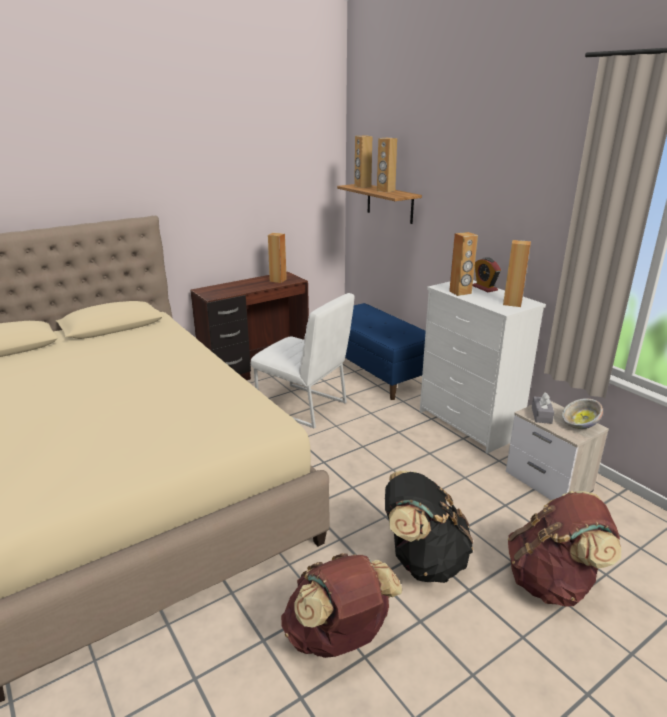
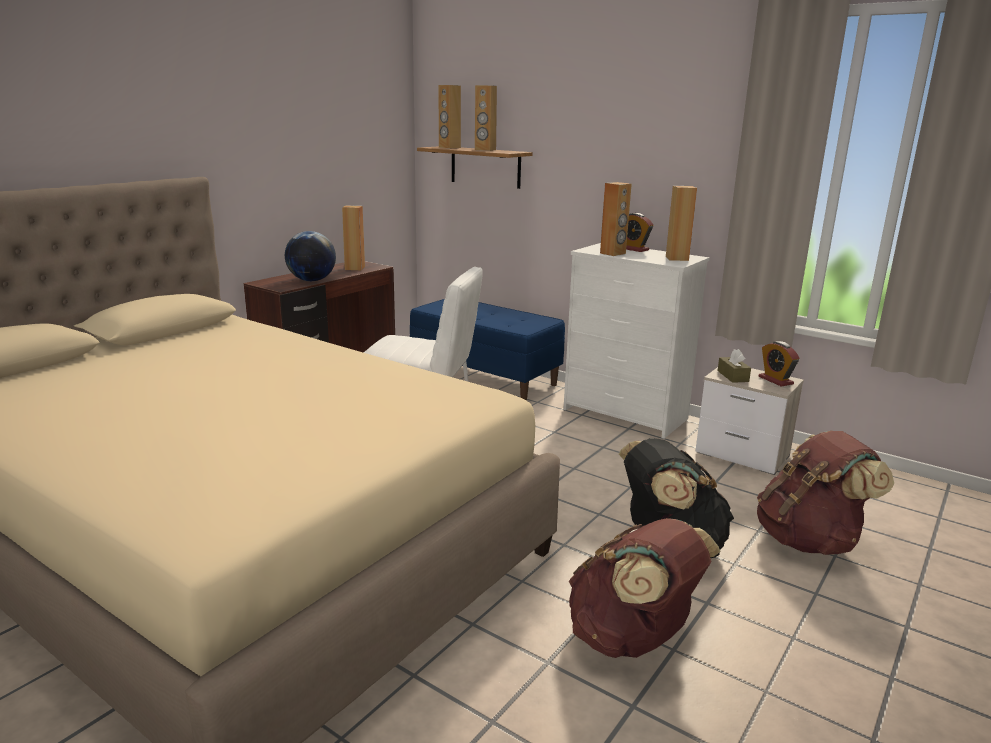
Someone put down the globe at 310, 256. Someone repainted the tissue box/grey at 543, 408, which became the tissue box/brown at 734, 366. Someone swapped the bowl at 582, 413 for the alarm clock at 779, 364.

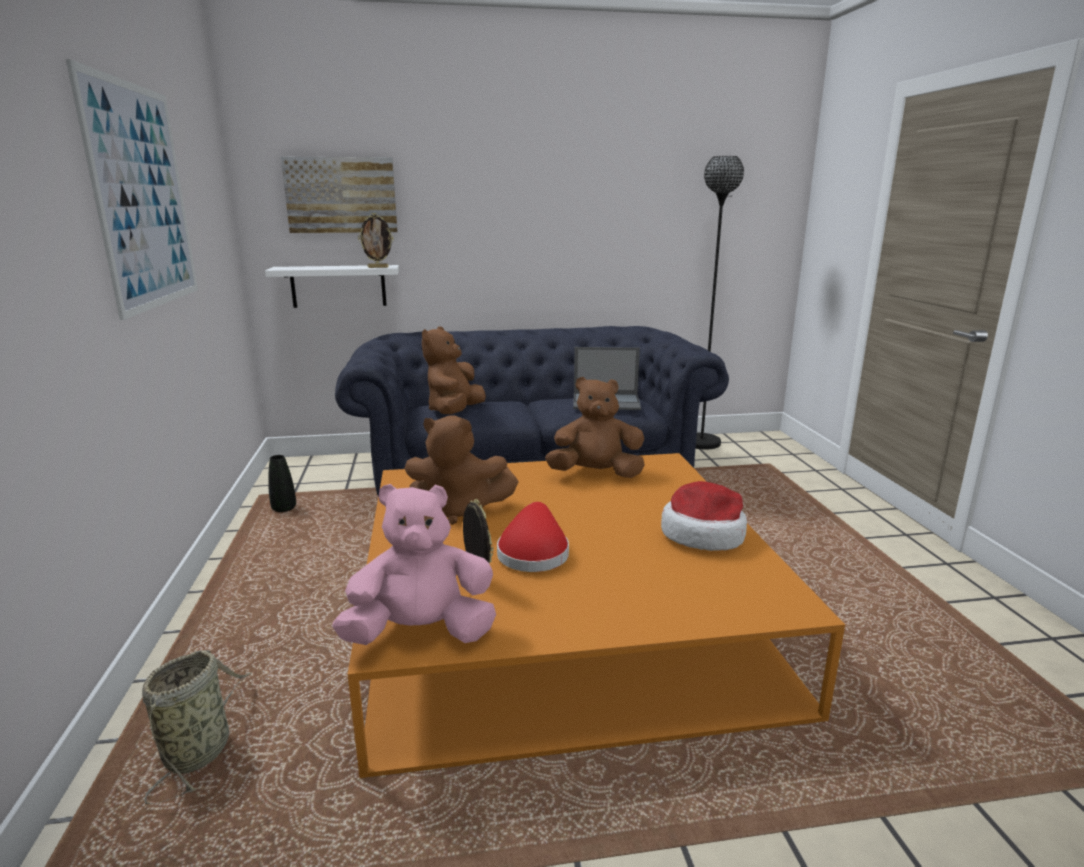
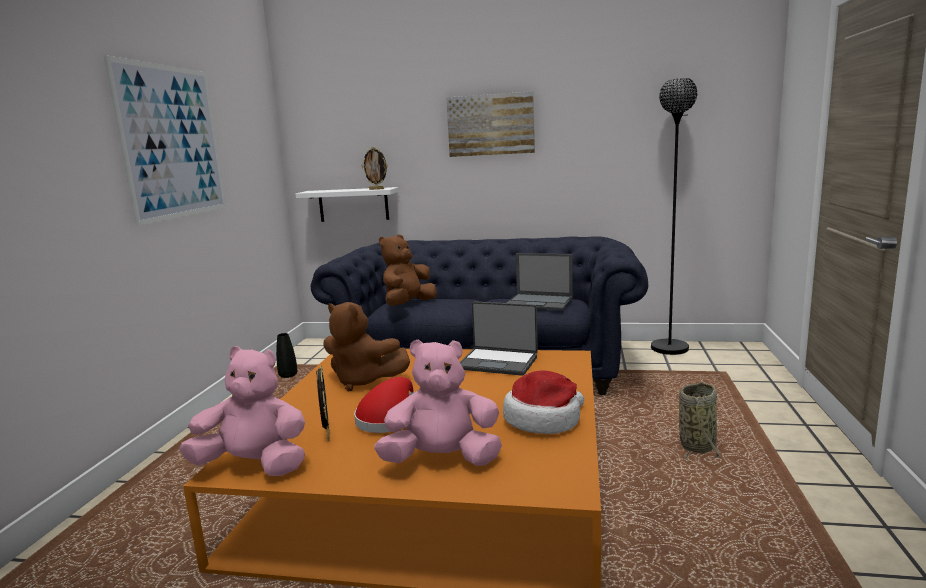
Someone put down the plush toy/pink at 438, 402. Someone carried the picture from 339, 195 to 490, 124. Someone swapped the plush toy/brown at 595, 427 for the laptop at 499, 339. Someone carried the basket from 197, 727 to 700, 422.

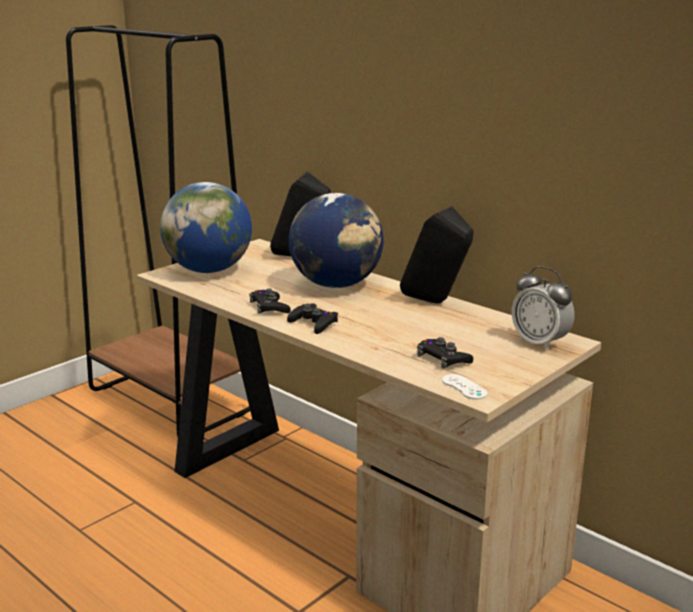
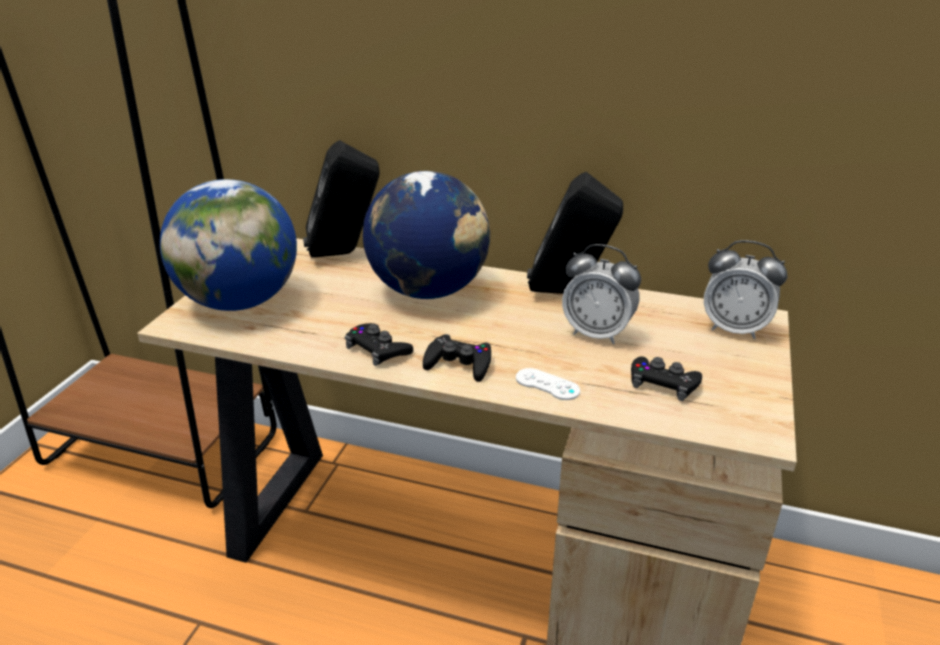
Someone carried the game controller/white from 465, 387 to 548, 384. Someone put down the alarm clock at 601, 294.

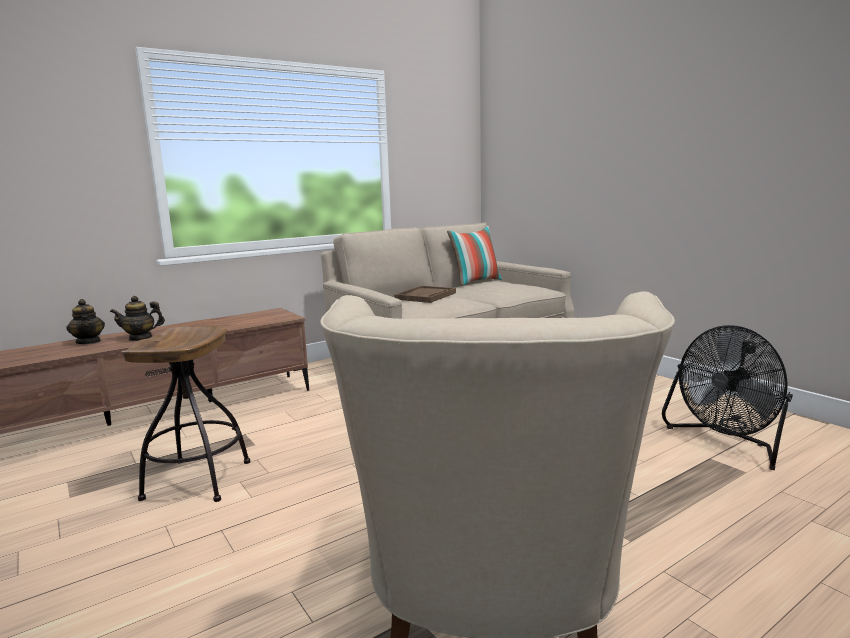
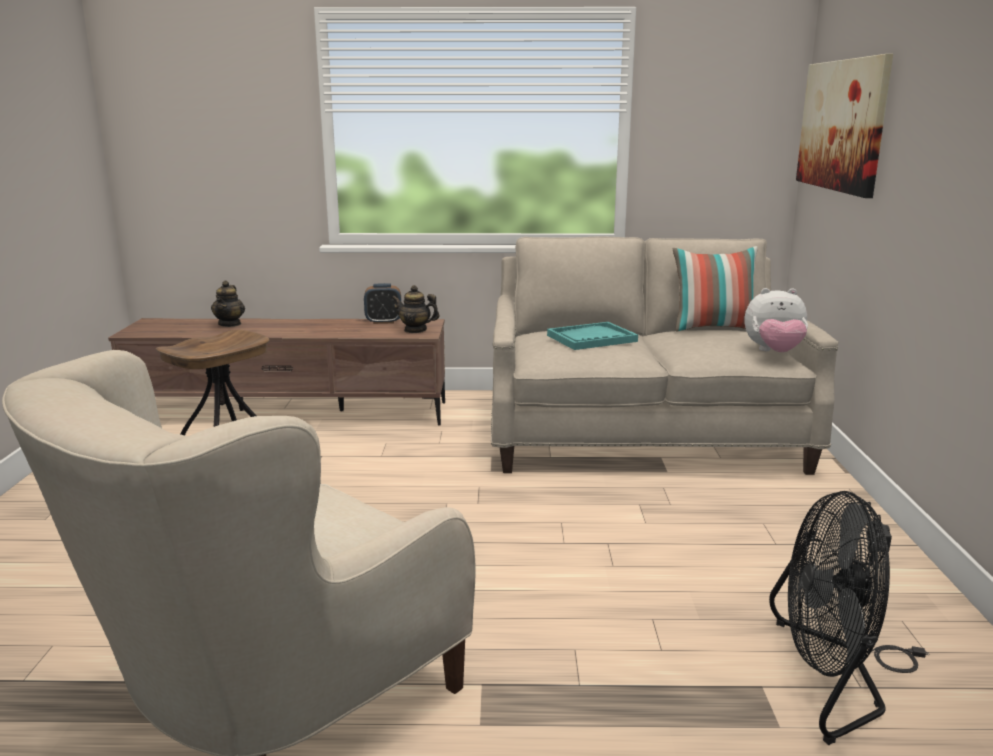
Someone put down the alarm clock at 382, 303. Someone carried the teapot from 137, 318 to 416, 309. Someone repainted the tray/brown at 425, 294, which became the tray/turquoise at 592, 336. Someone put down the plush toy at 776, 320. Someone put up the picture at 844, 126.

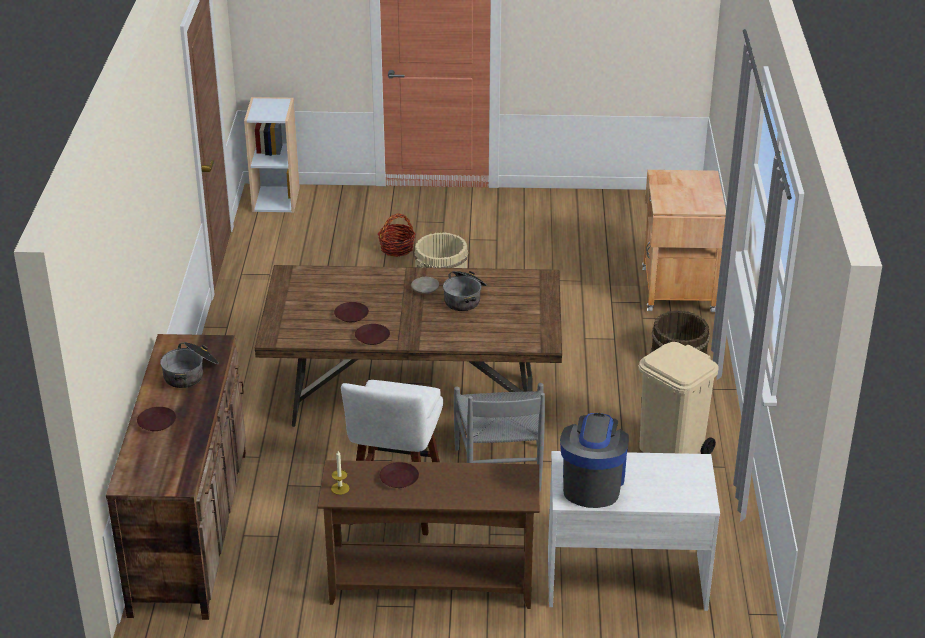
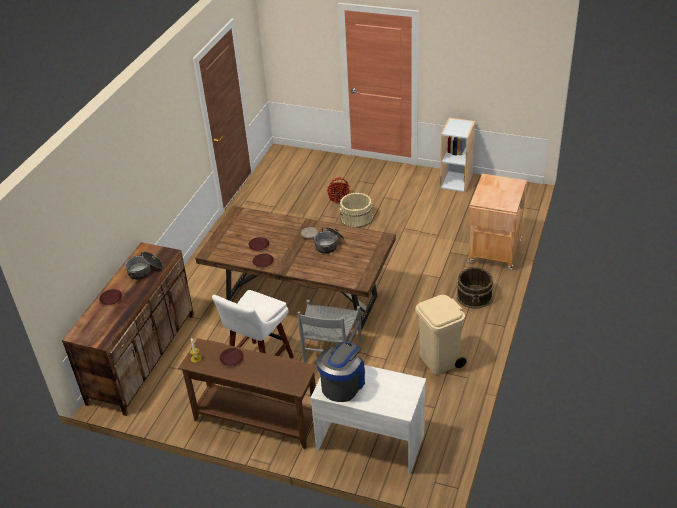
Someone carried the bookcase from 272, 154 to 457, 155.

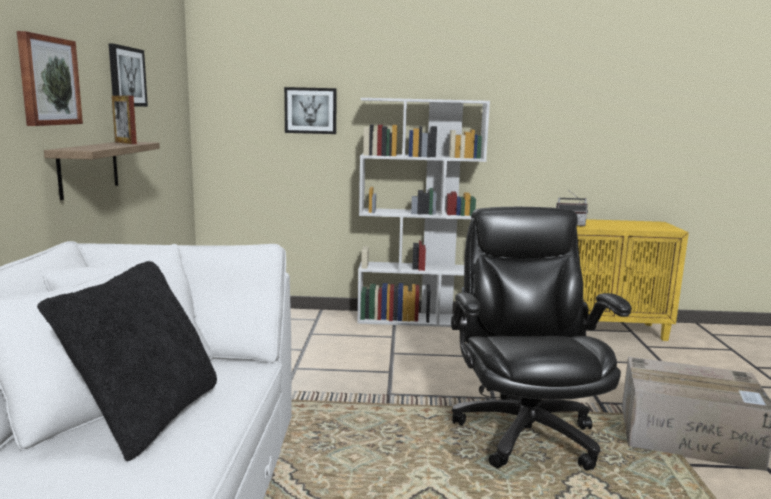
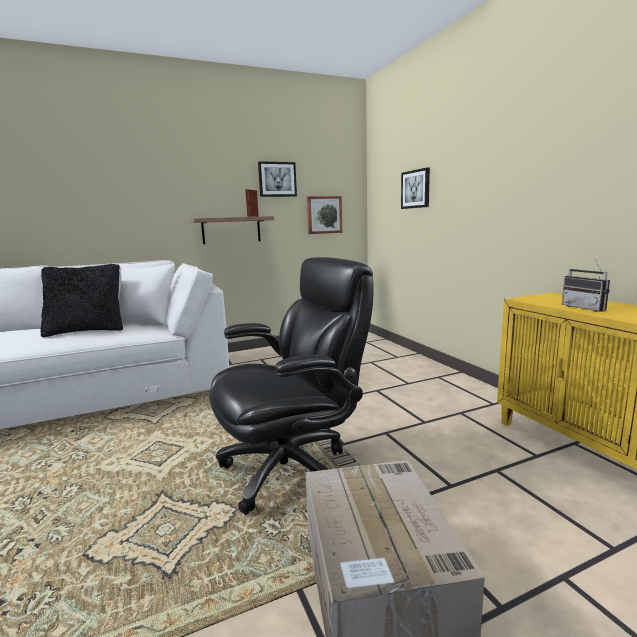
Someone carried the picture from 50, 78 to 324, 215. Someone took away the bookcase/white at 423, 212.

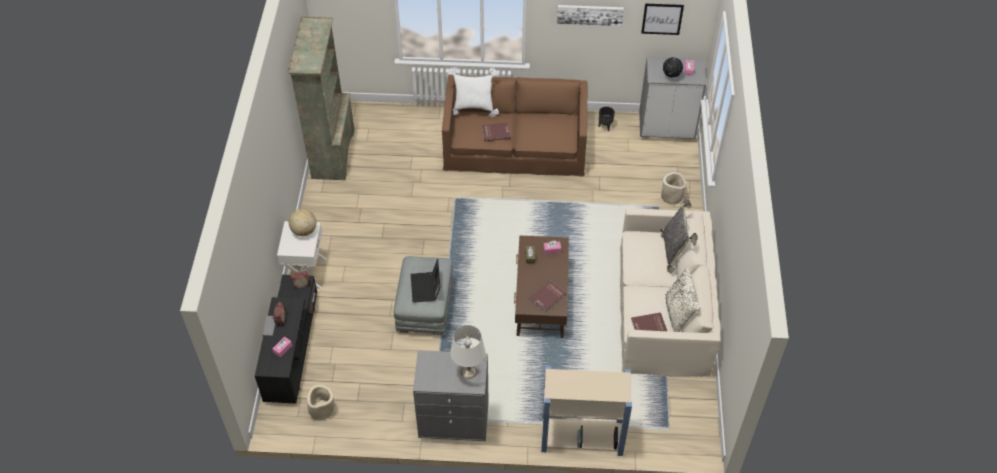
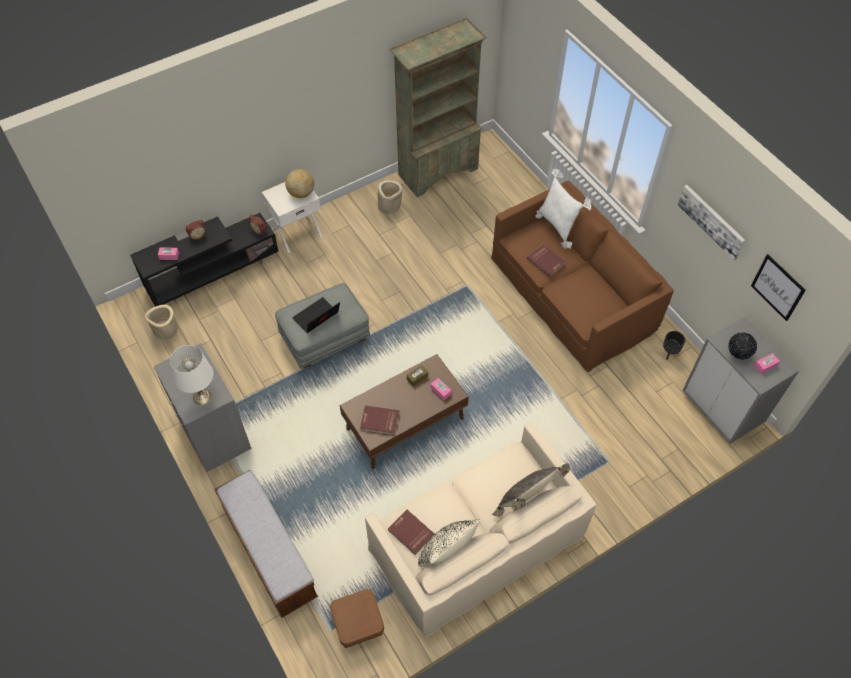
Someone swapped the bookcase/beige at 586, 411 for the bench at 266, 544. Someone put down the ottoman/brown at 357, 618. Someone carried the planter/beige from 674, 188 to 390, 197.

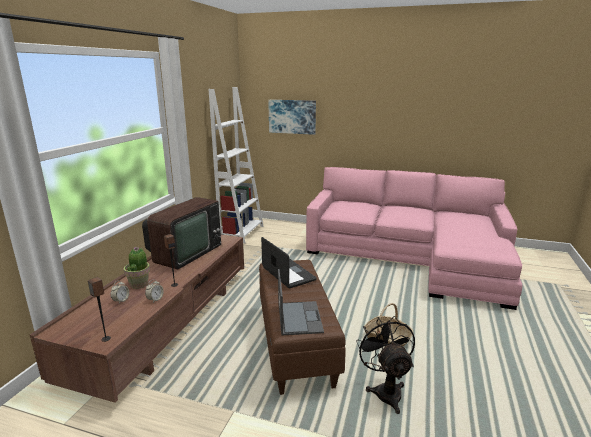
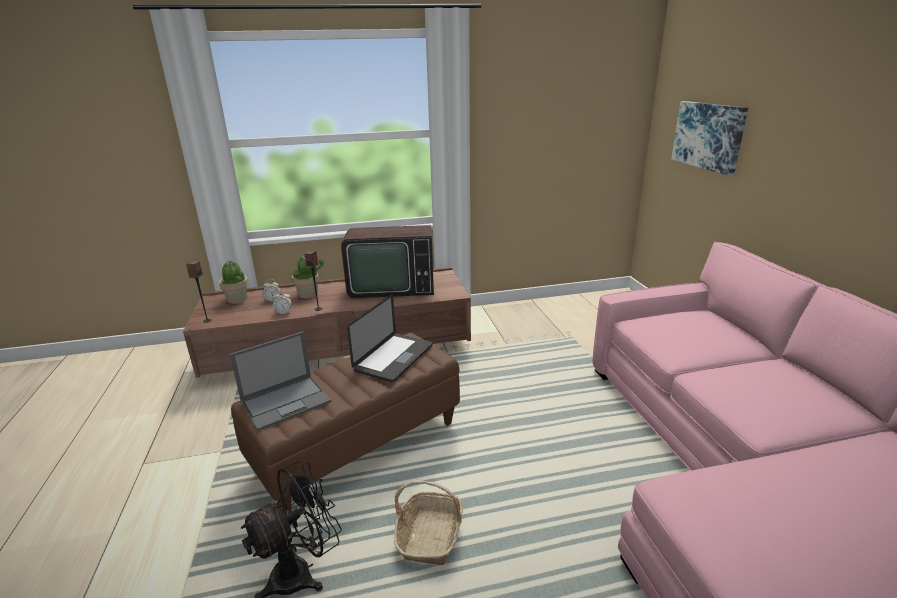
Someone put down the potted plant at 233, 282. Someone took away the bookcase/white at 236, 165.

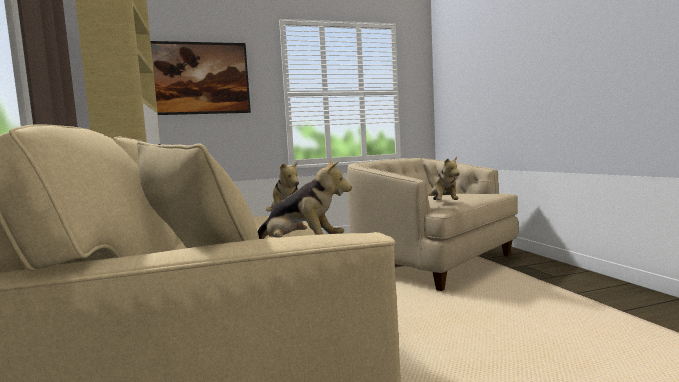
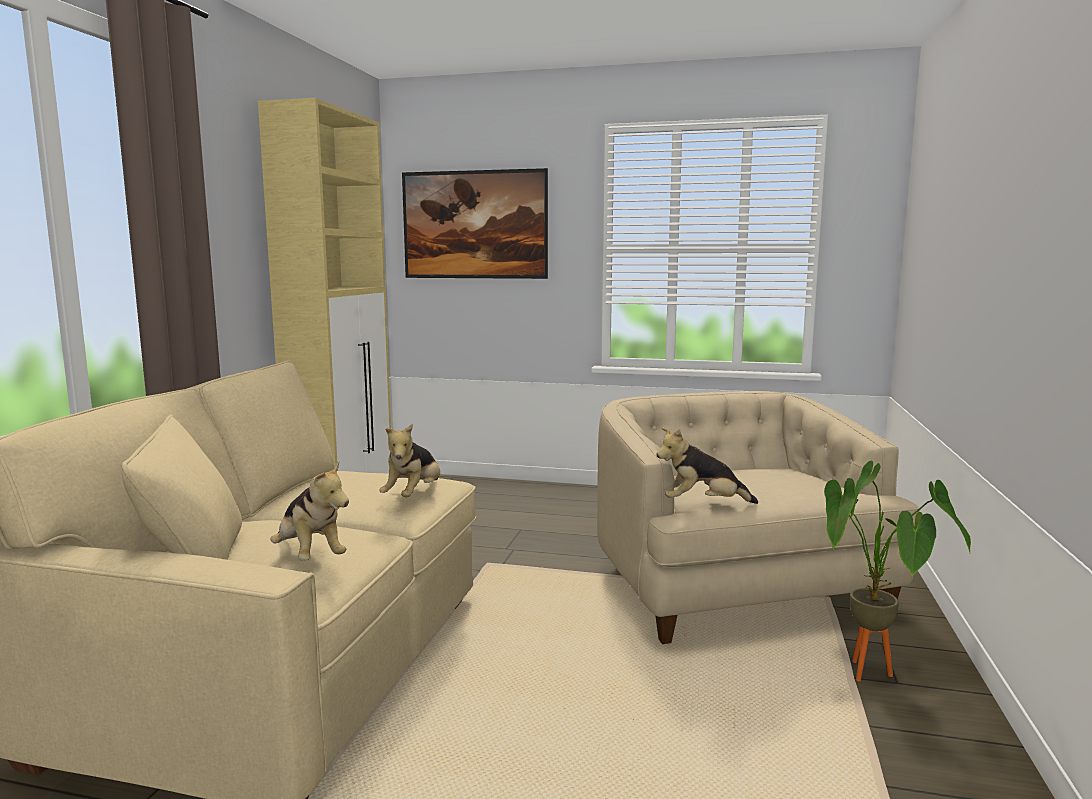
Someone rotated the plush toy at 444, 178 by 60 degrees clockwise. Someone put down the potted plant at 897, 571.

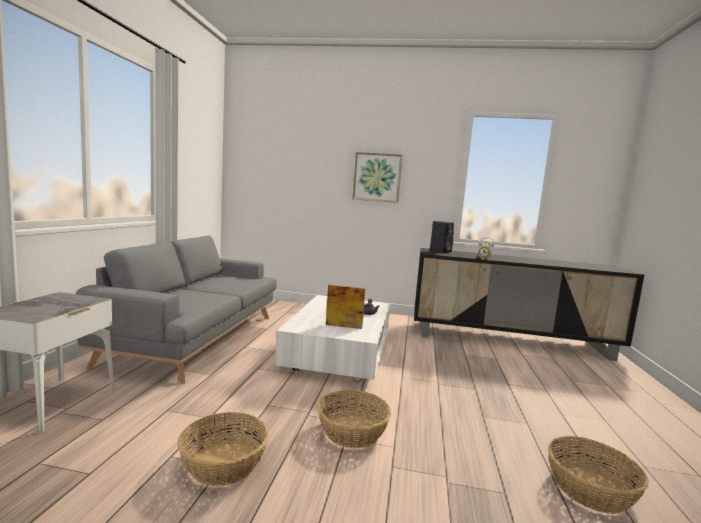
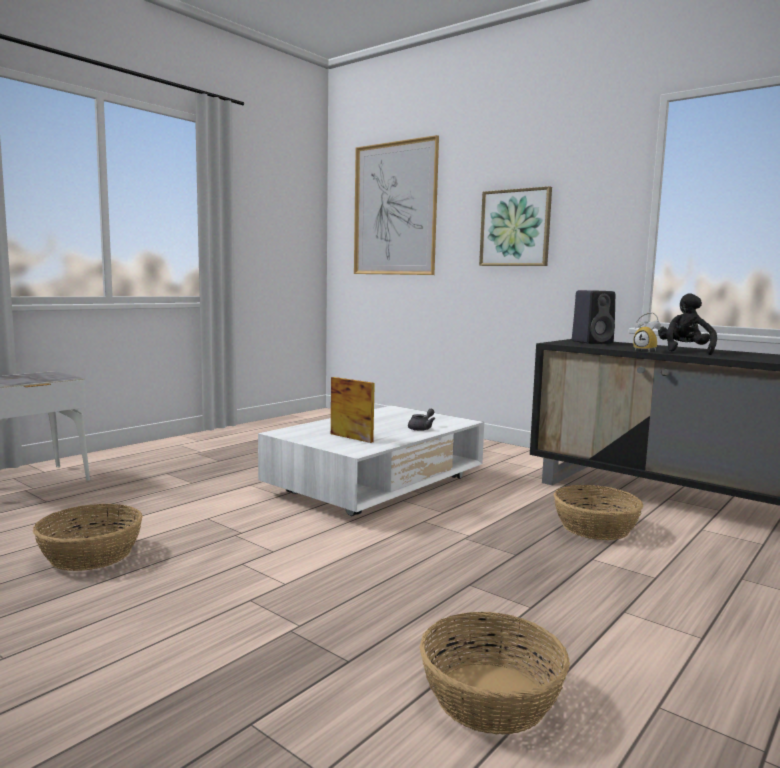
Someone put up the picture at 396, 205. Someone carried the basket from 354, 419 to 598, 512. Someone put down the plush toy/black at 687, 324. Someone took away the sofa/grey at 176, 309.

